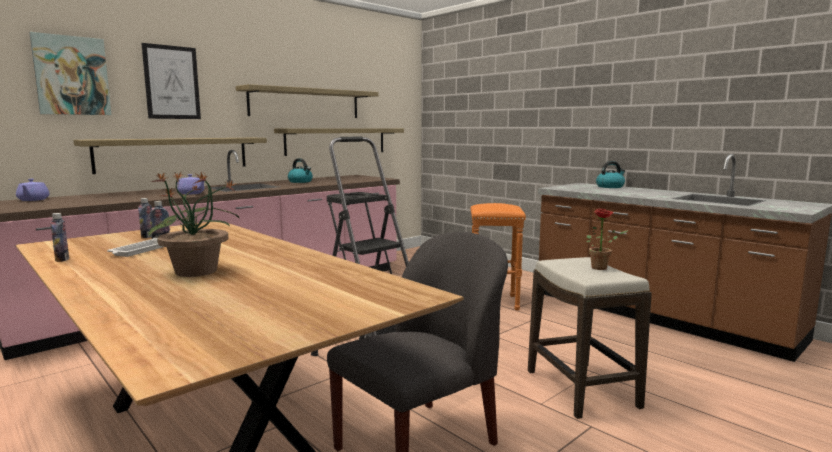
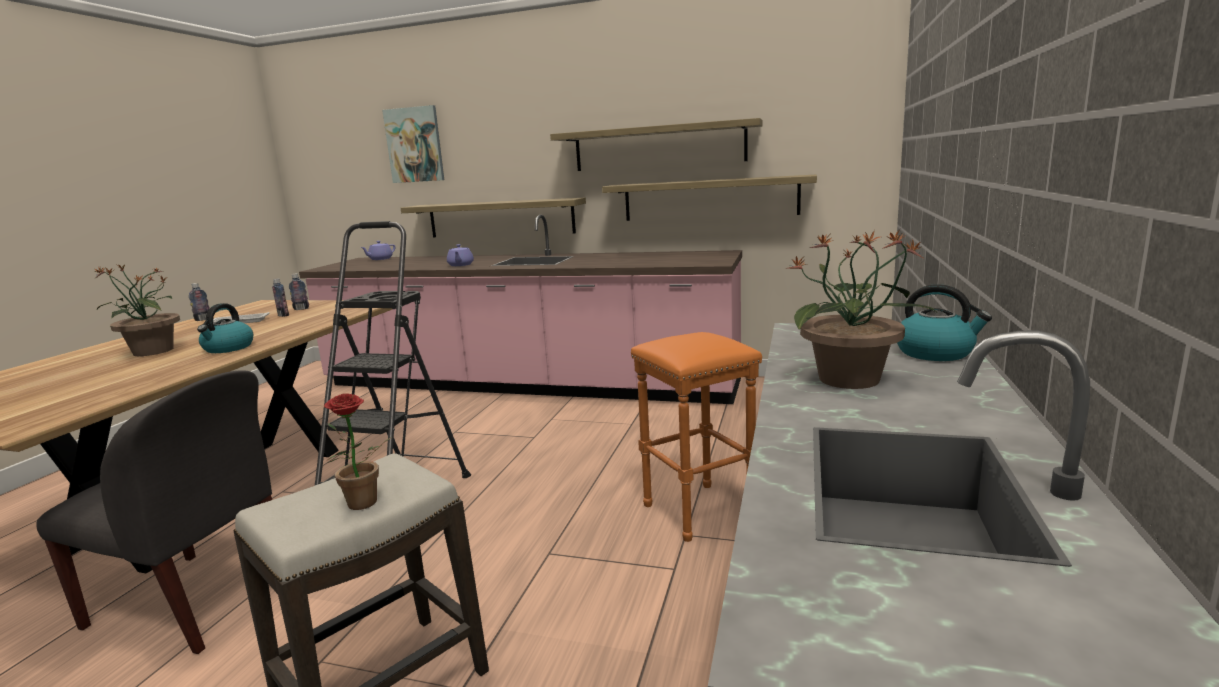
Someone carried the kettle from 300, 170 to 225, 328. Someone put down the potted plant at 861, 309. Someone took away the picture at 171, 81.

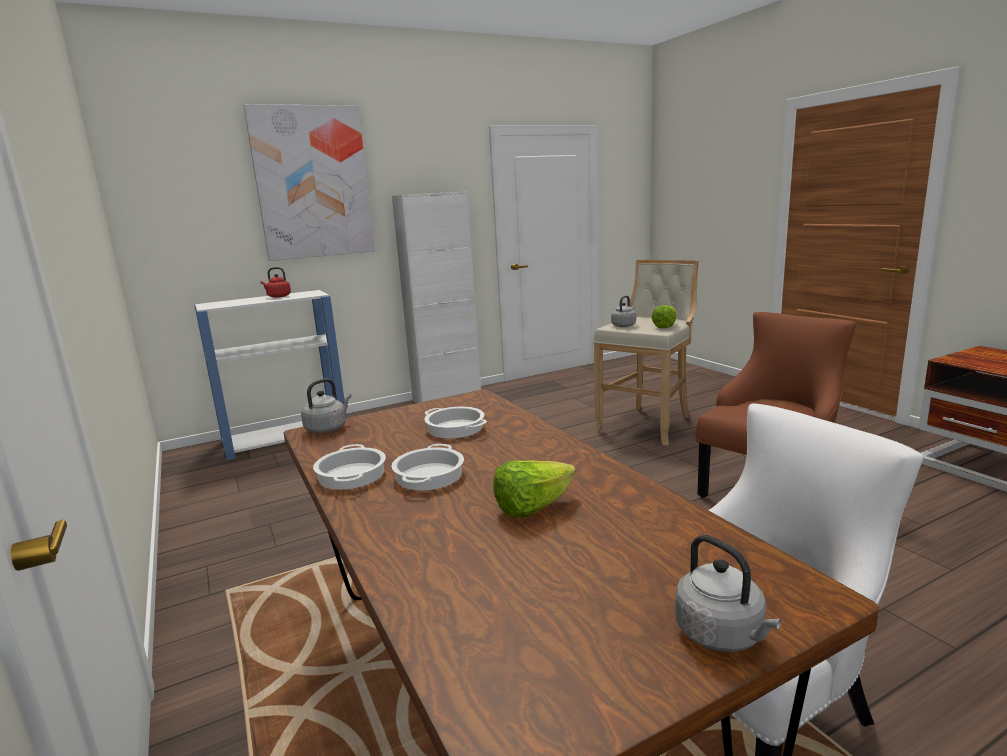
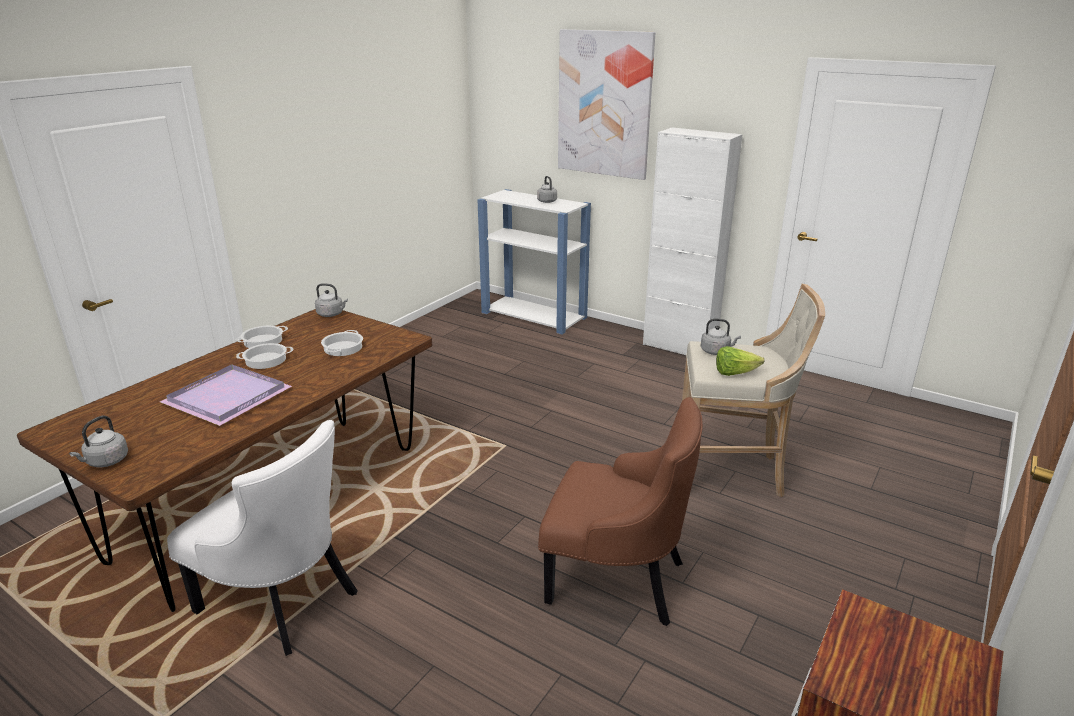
Someone swapped the lettuce at 534, 489 for the tray/purple at 226, 395. Someone repainted the kettle/red at 276, 282, which became the kettle/grey at 547, 189.

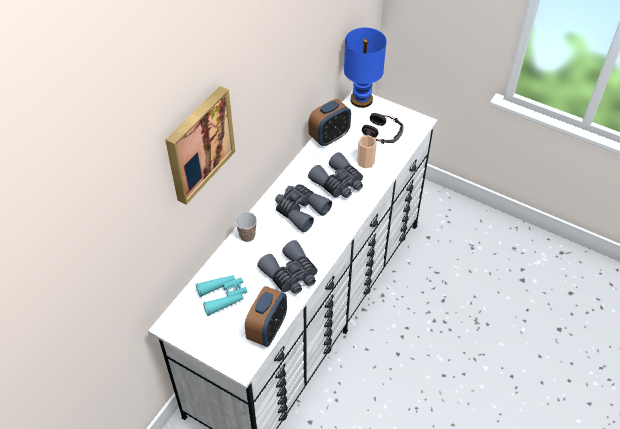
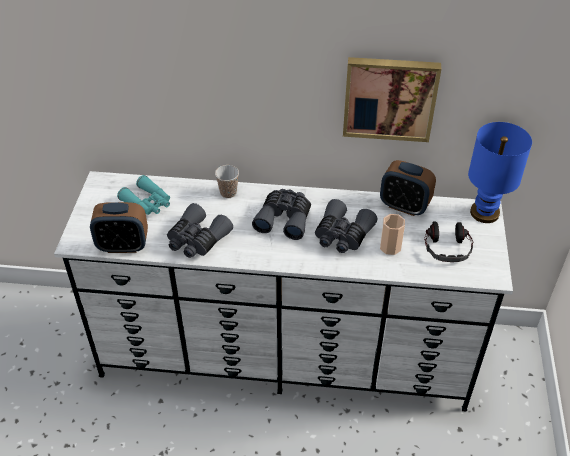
Someone carried the picture from 200, 145 to 392, 99.

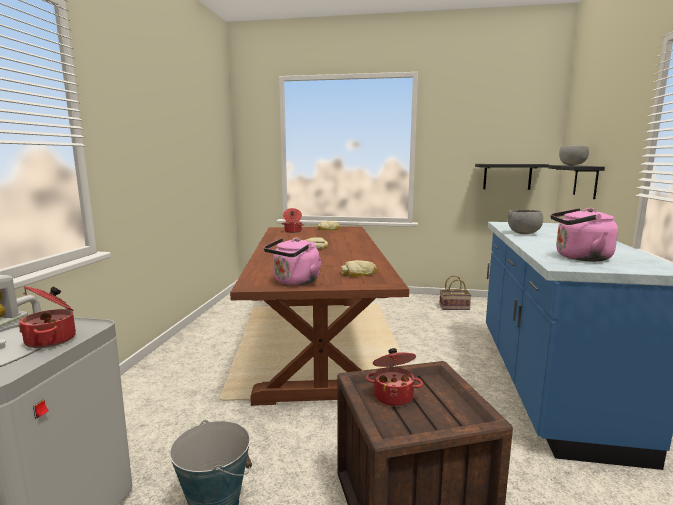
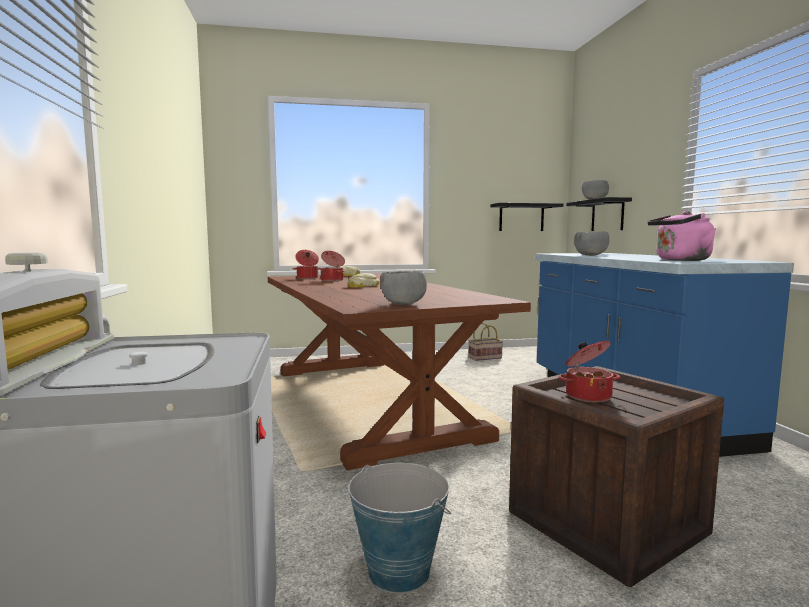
Someone carried the cooking pot from 47, 317 to 333, 266. Someone swapped the kettle/pink at 293, 261 for the bowl/grey at 403, 288. Someone took away the bread at 359, 268.

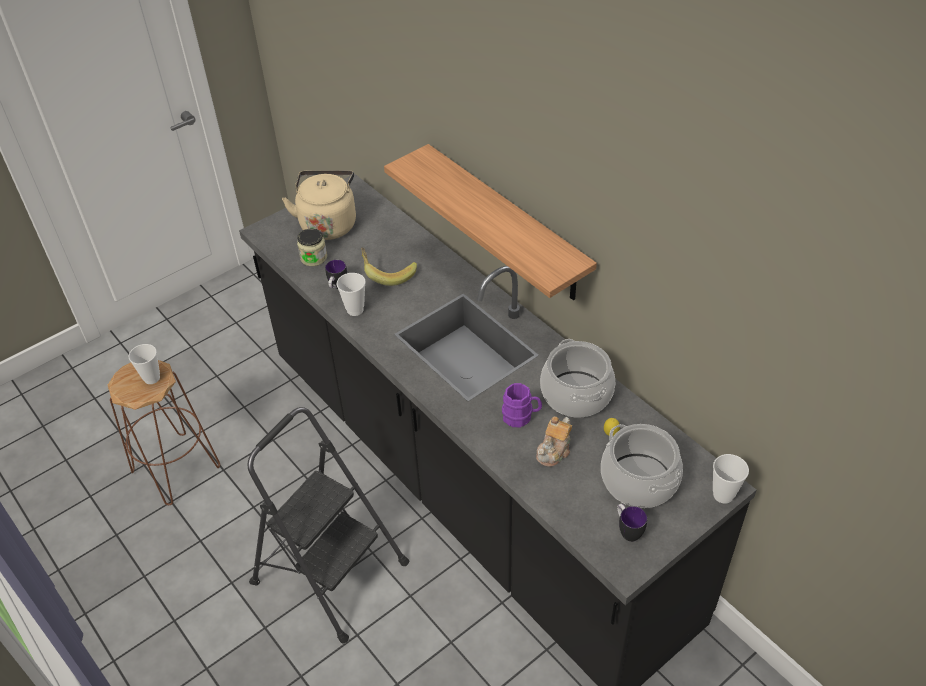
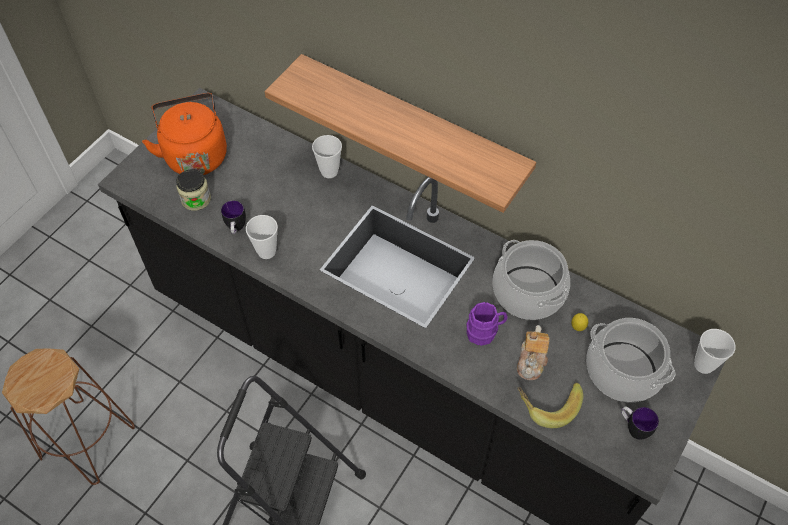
Someone repainted the kettle/beige at 319, 205, which became the kettle/orange at 184, 134. Someone carried the cup from 144, 364 to 327, 156. Someone carried the banana from 389, 267 to 550, 405.

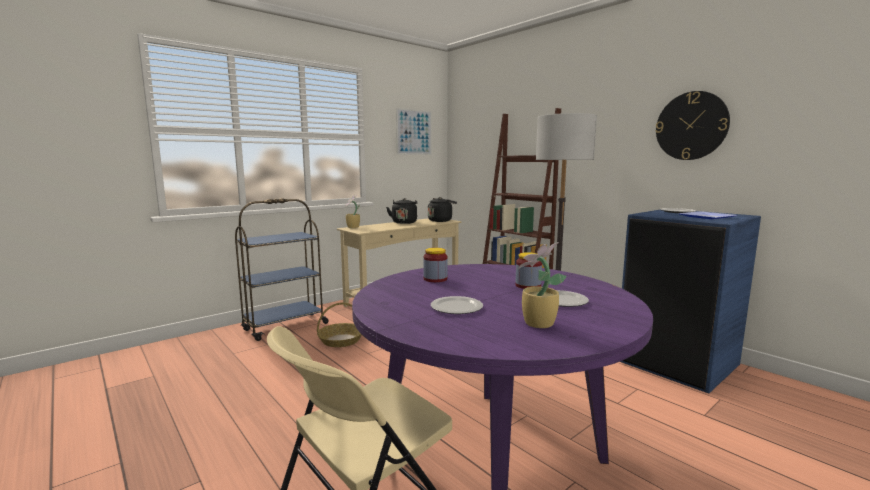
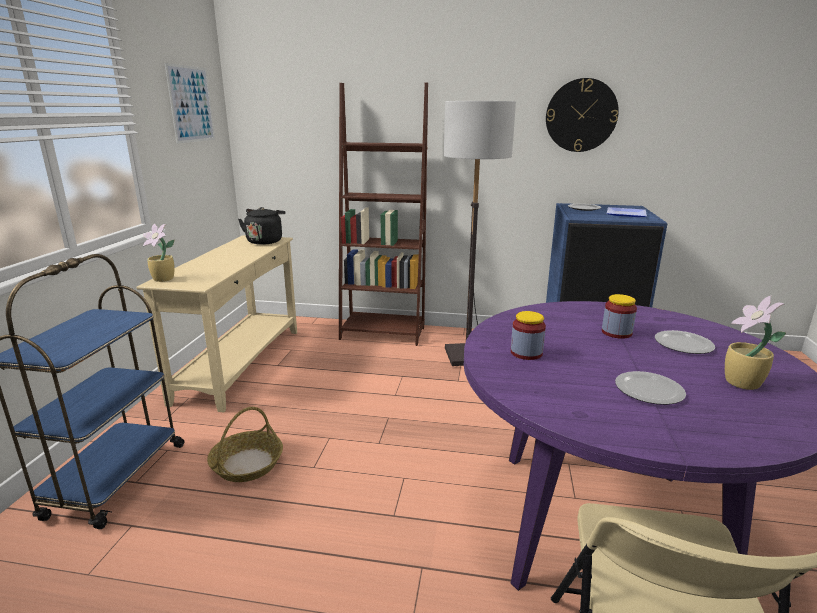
Someone took away the kettle/black at 401, 211.

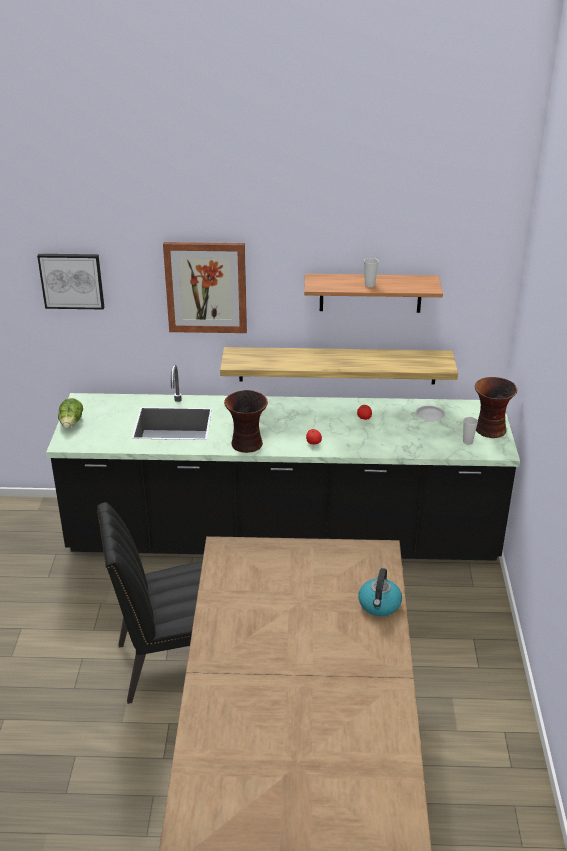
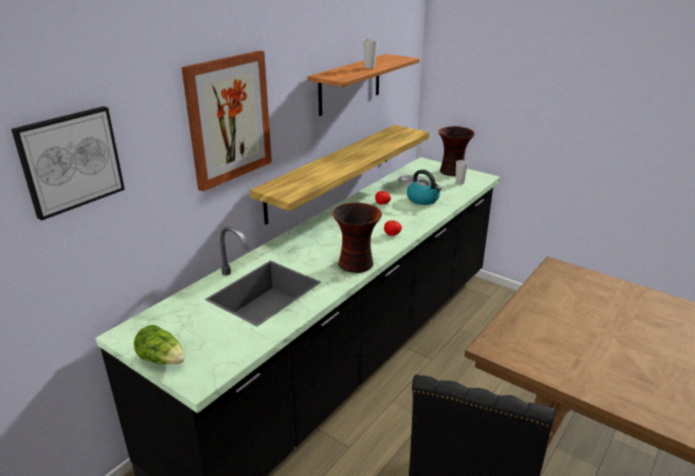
Someone carried the kettle from 380, 592 to 424, 187.

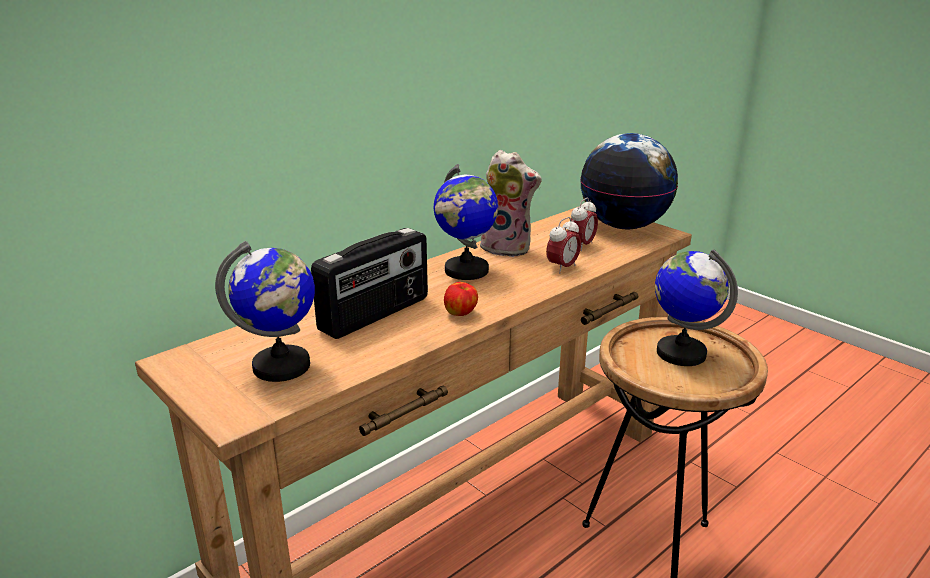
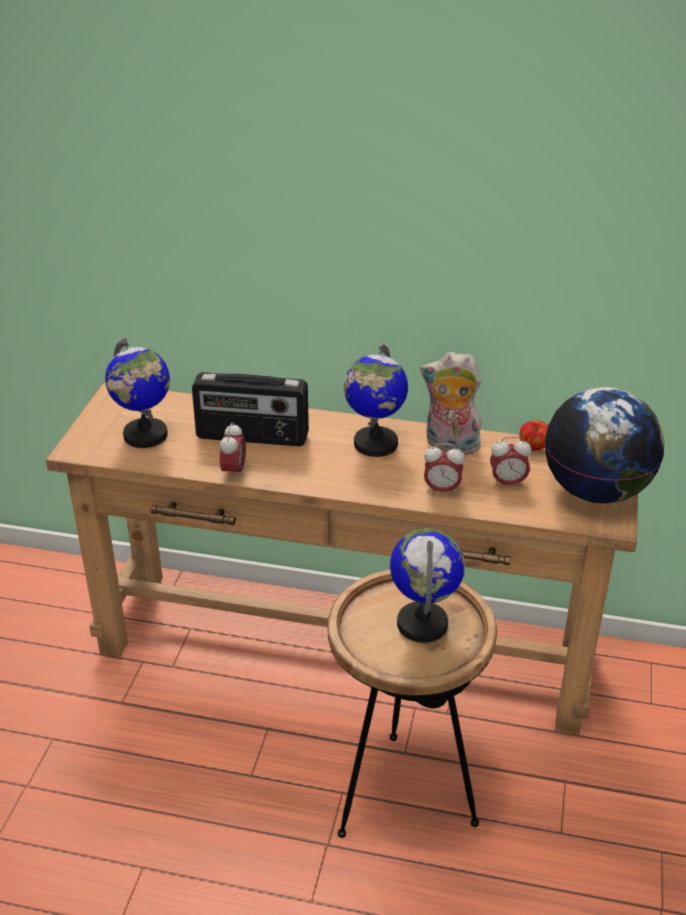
Someone put down the alarm clock at 233, 452. Someone rotated the plush toy at 511, 203 by 120 degrees clockwise. Someone carried the apple from 461, 299 to 533, 436.

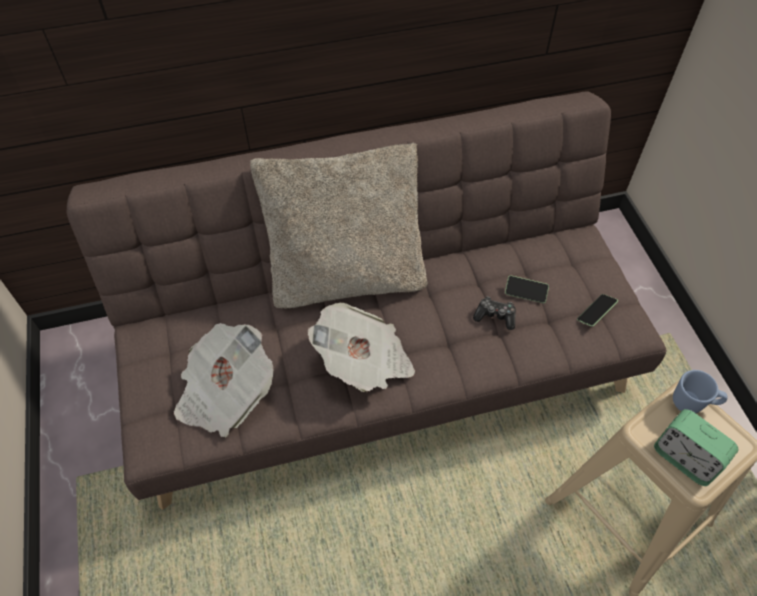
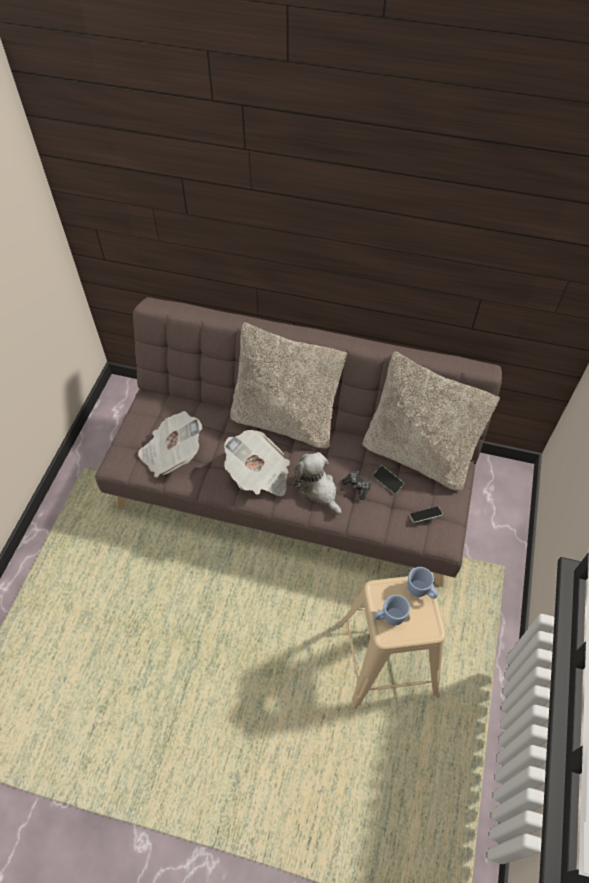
Someone put down the plush toy at 317, 483. Someone put down the pillow/beige at 431, 421. Someone swapped the alarm clock at 696, 447 for the mug/blue at 392, 610.

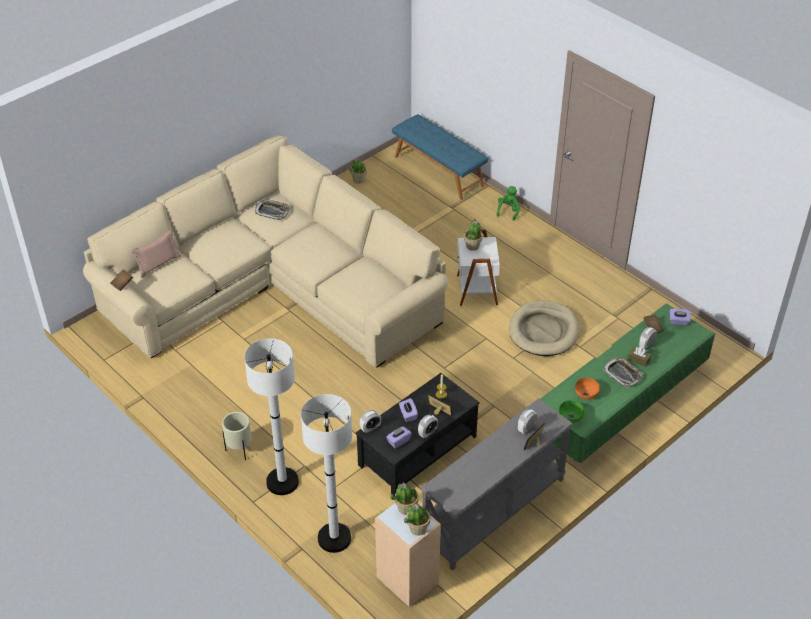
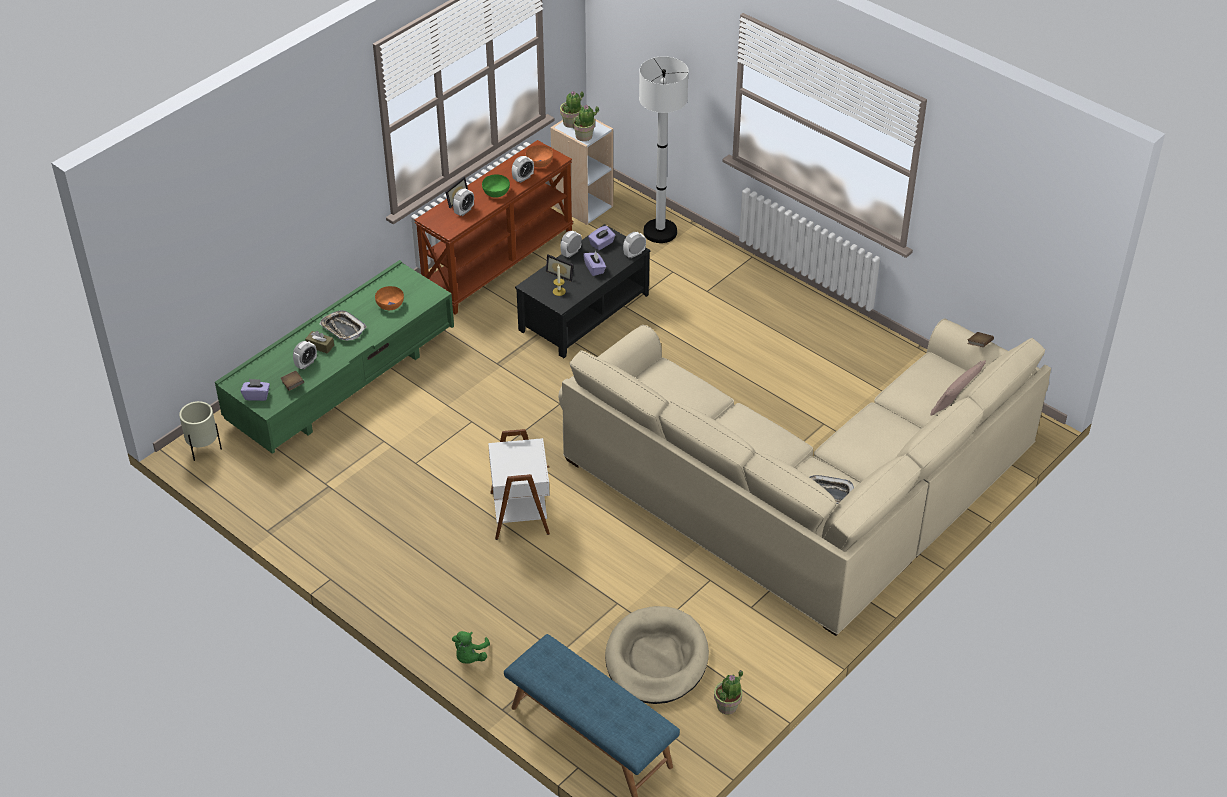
Someone carried the planter/beige from 237, 436 to 200, 431. Someone repainted the console table/grey at 497, 484, which became the console table/brown at 494, 227. Someone carried the bowl/green from 571, 412 to 496, 186. Someone put down the alarm clock at 523, 169. Someone put down the bowl/orange at 539, 156. Someone carried the dog bed/beige from 544, 328 to 657, 655. Someone took away the floor lamp/white at 271, 416. Someone took away the potted plant at 473, 235.

